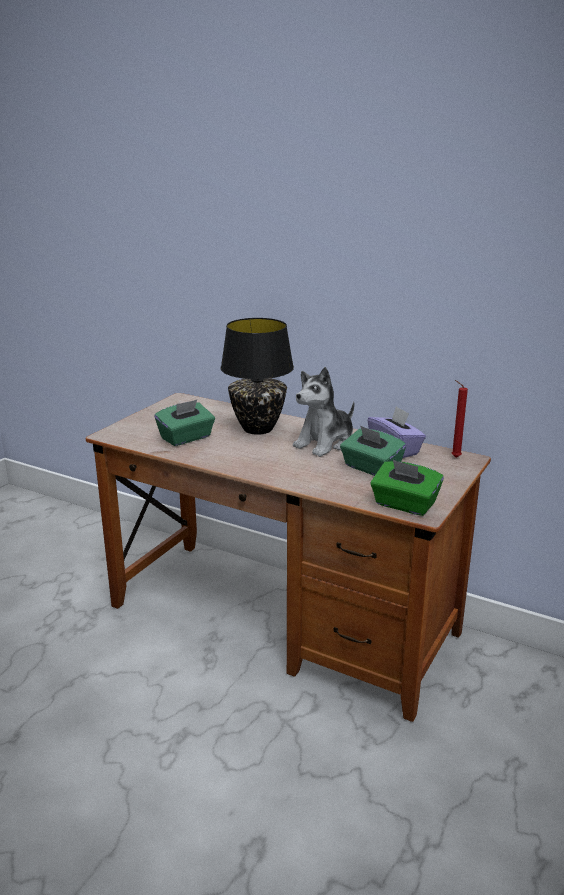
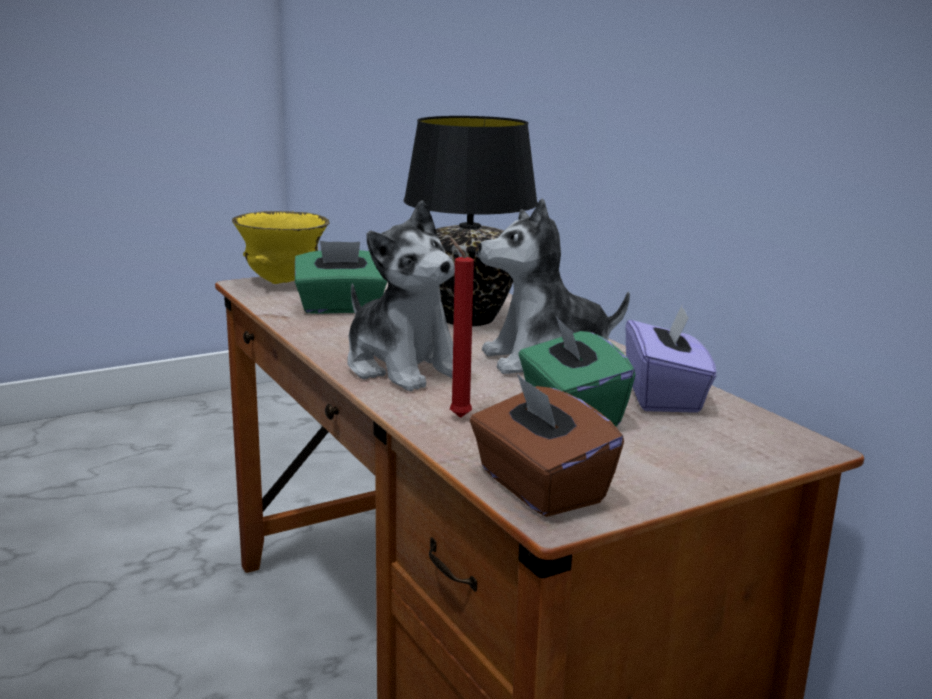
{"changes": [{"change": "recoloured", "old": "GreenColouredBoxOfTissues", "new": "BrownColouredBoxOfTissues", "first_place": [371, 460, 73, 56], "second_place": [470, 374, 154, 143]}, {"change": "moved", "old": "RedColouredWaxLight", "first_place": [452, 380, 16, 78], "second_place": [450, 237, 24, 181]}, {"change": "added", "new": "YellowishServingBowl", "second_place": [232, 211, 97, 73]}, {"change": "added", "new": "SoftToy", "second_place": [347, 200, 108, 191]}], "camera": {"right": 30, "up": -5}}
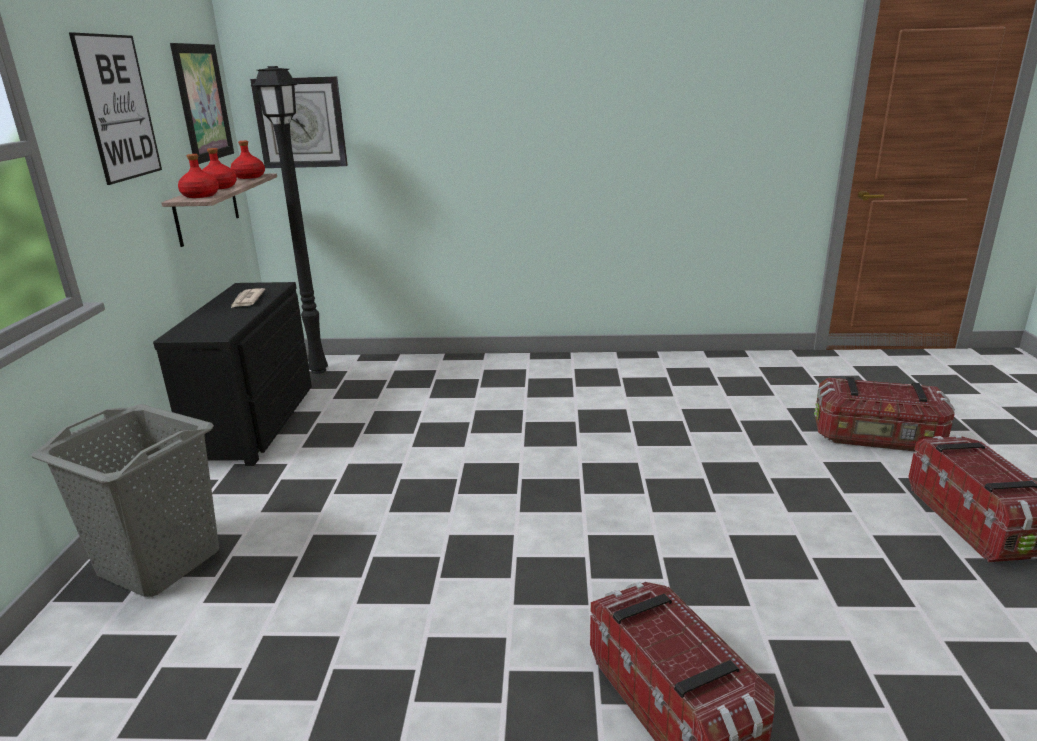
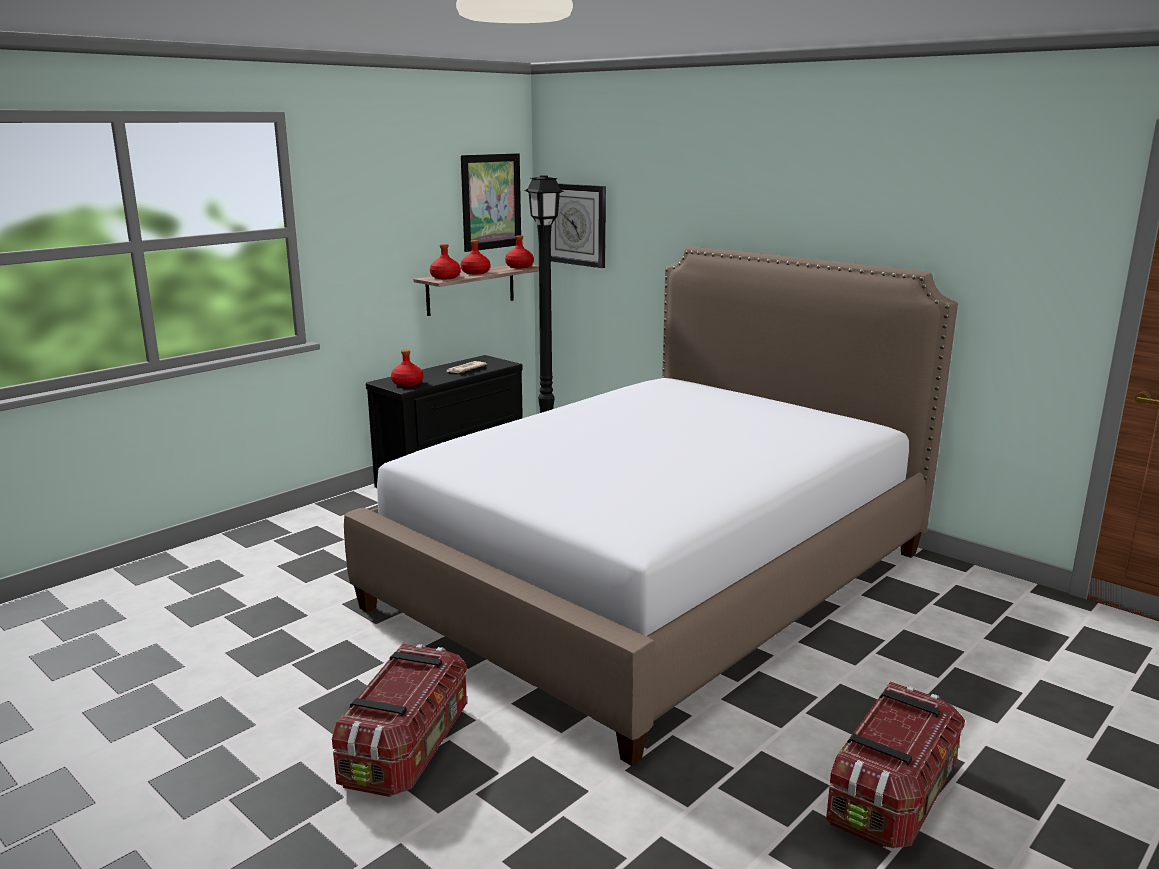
{"changes": [{"change": "removed", "old": "GrayWashingBasket", "first_place": [31, 404, 188, 193]}, {"change": "removed", "old": "WallArt", "first_place": [69, 32, 93, 153]}, {"change": "removed", "old": "StorageContainer", "first_place": [814, 377, 141, 75]}, {"change": "added", "new": "BedroomBed", "second_place": [344, 246, 614, 520]}, {"change": "added", "new": "RedColouredBeverageBottle", "second_place": [391, 350, 32, 37]}], "camera": {"right": 40, "up": -5}}
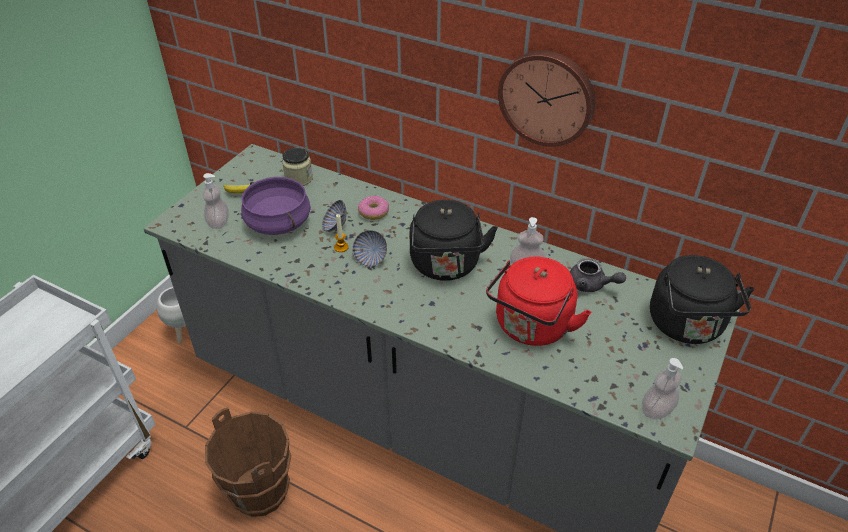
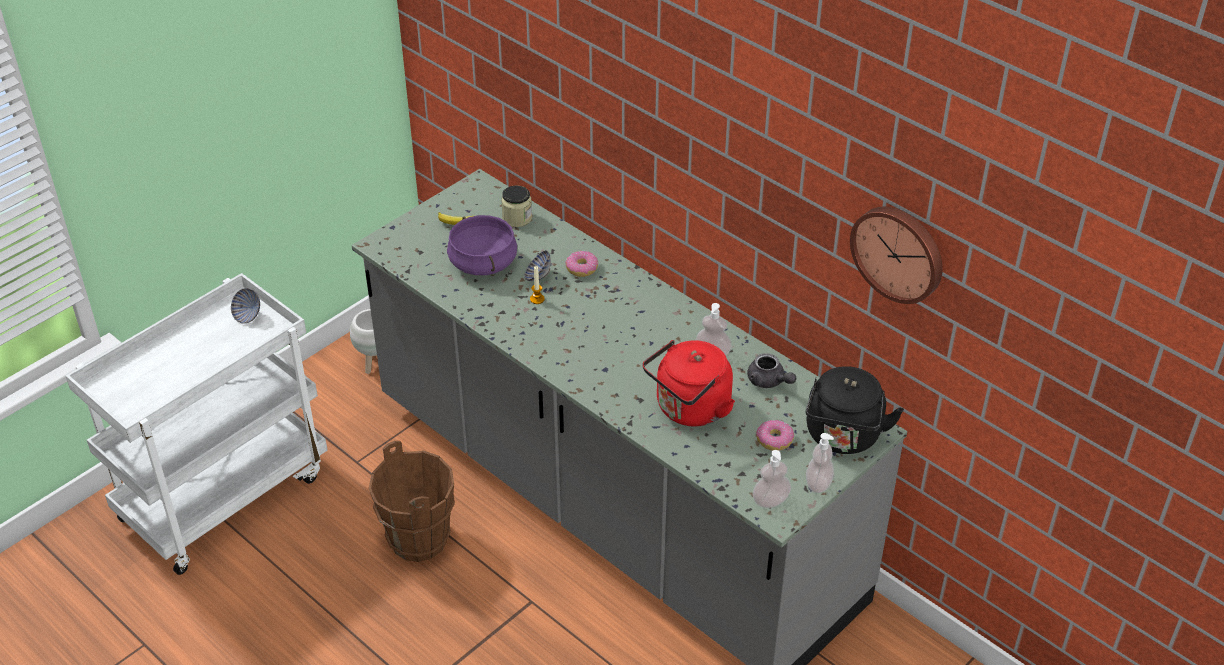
{"changes": [{"change": "moved", "old": "SoapBottle", "first_place": [203, 173, 26, 56], "second_place": [806, 433, 28, 60]}, {"change": "moved", "old": "ServingBowl", "first_place": [352, 230, 35, 37], "second_place": [231, 288, 29, 36]}, {"change": "removed", "old": "BlackTeaKettle", "first_place": [410, 200, 88, 81]}, {"change": "moved", "old": "WallClock", "first_place": [498, 50, 97, 97], "second_place": [850, 207, 93, 97]}, {"change": "added", "new": "Doughnut", "second_place": [756, 420, 38, 31]}], "camera": {"right": 15, "up": 0}}
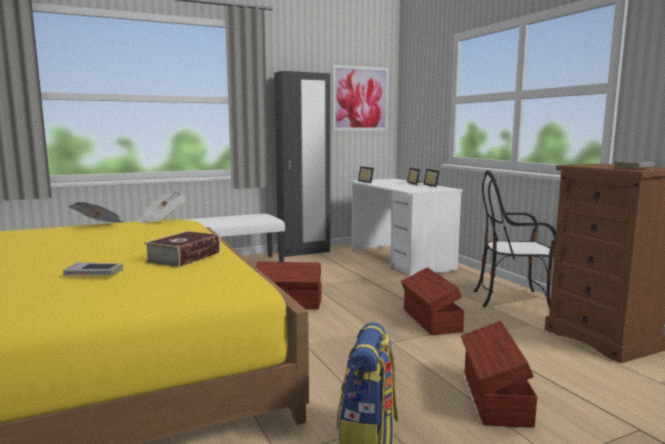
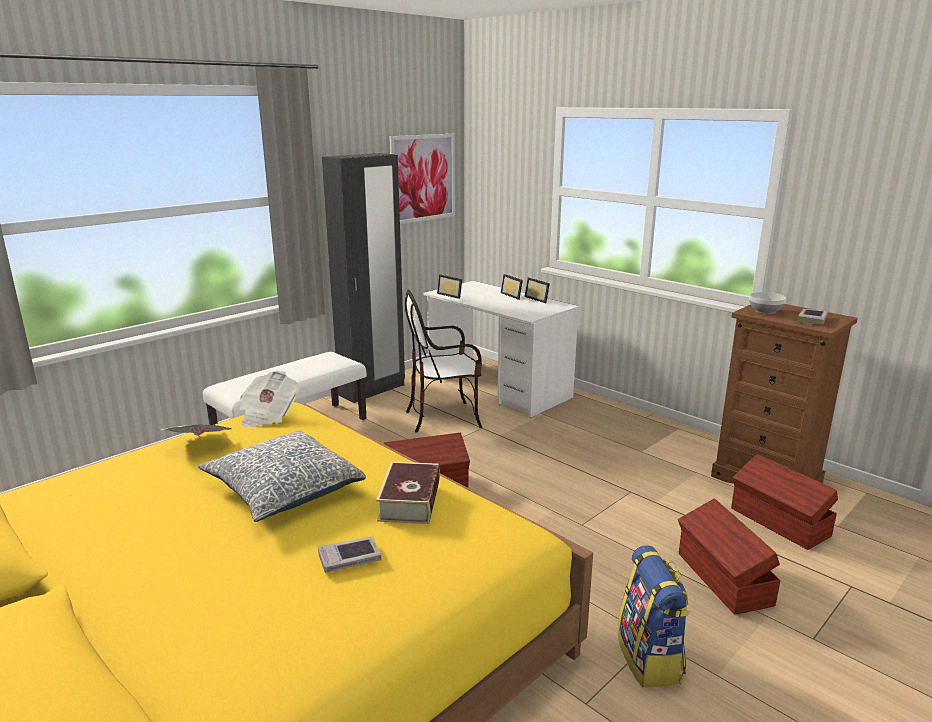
{"changes": [{"change": "moved", "old": "BrownColouredStorageContainer", "first_place": [401, 267, 63, 68], "second_place": [731, 454, 107, 96]}, {"change": "moved", "old": "PlainChair", "first_place": [474, 170, 82, 139], "second_place": [405, 290, 77, 143]}, {"change": "added", "new": "Pillow", "second_place": [198, 431, 168, 91]}, {"change": "added", "new": "ServingBowl", "second_place": [749, 292, 37, 22]}], "camera": {"right": -20, "up": 10}}
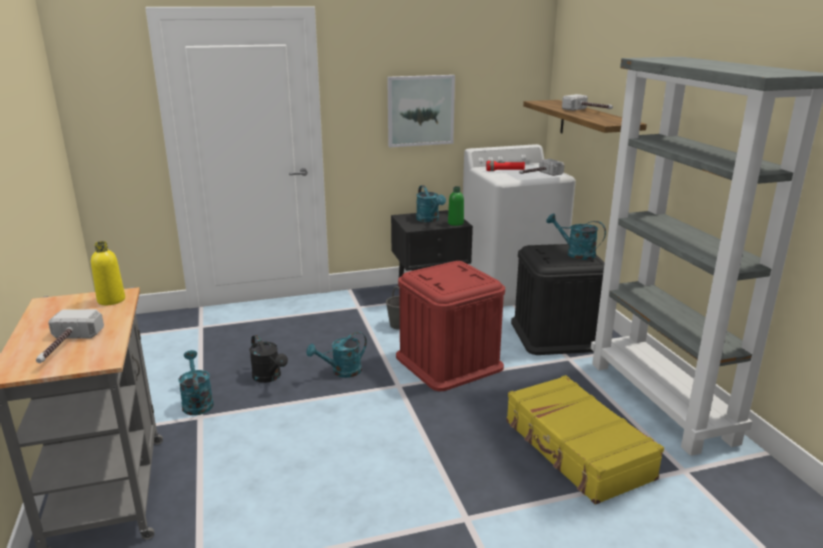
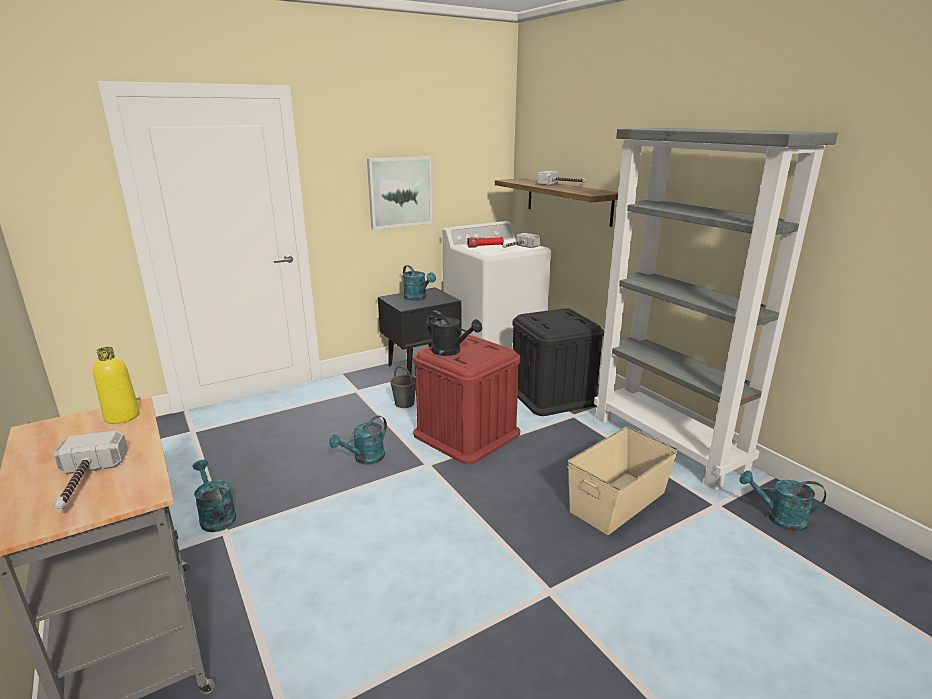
{"changes": [{"change": "moved", "old": "BlackWateringCan", "first_place": [249, 335, 39, 48], "second_place": [426, 310, 56, 46]}, {"change": "removed", "old": "GreenColouredBeverageBottle", "first_place": [448, 186, 16, 40]}, {"change": "replaced", "old": "YellowishSuitcase", "new": "BeigeStorageContainer", "first_place": [506, 375, 158, 130], "second_place": [568, 427, 110, 108]}, {"change": "moved", "old": "TurquoiseColouredWateringCan", "first_place": [546, 214, 60, 46], "second_place": [739, 471, 87, 60]}], "camera": {"right": -15, "up": 0}}
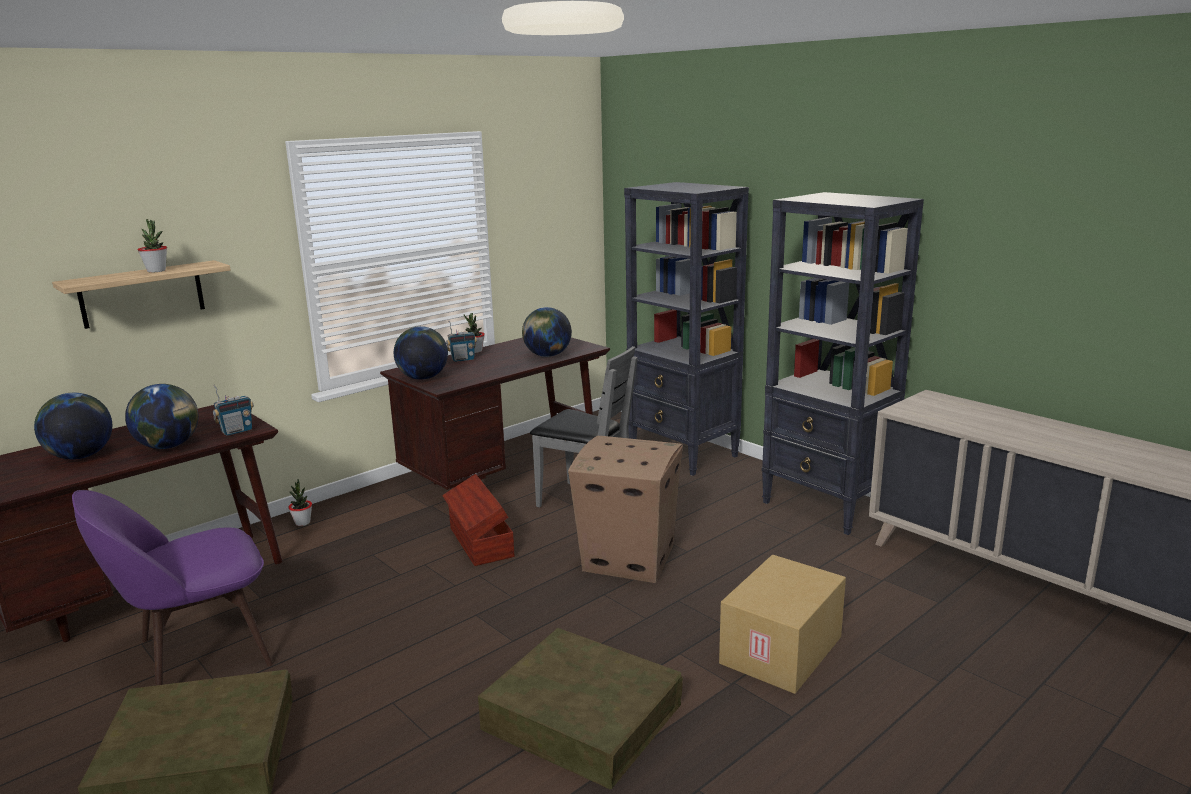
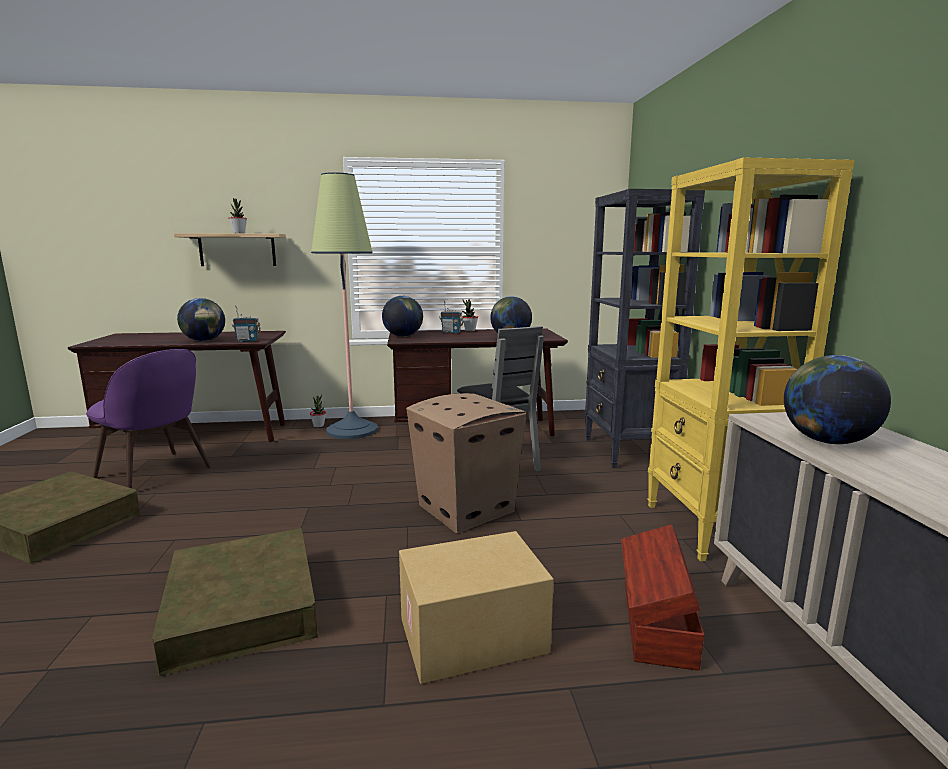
{"changes": [{"change": "moved", "old": "Globe", "first_place": [34, 393, 78, 66], "second_place": [784, 355, 107, 89]}, {"change": "turned", "old": "PurpleColouredPlainChair", "first_place": [72, 490, 201, 196], "second_place": [86, 349, 125, 139], "degrees": -150}, {"change": "moved", "old": "BrownColouredStorageContainer", "first_place": [442, 474, 72, 92], "second_place": [621, 524, 83, 147]}, {"change": "recoloured", "old": "BlackBookshelf", "new": "YellowishBookshelf", "first_place": [762, 192, 162, 343], "second_place": [647, 158, 207, 403]}, {"change": "added", "new": "FloorLamp", "second_place": [311, 172, 67, 267]}], "camera": {"right": 35, "up": -5}}
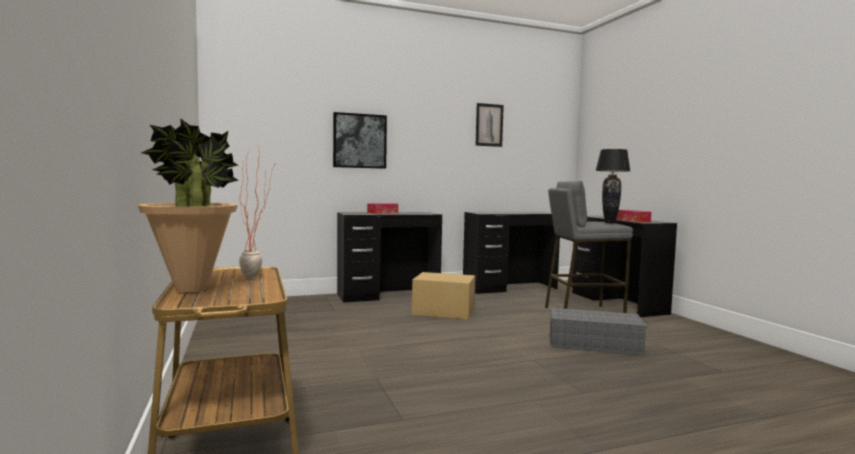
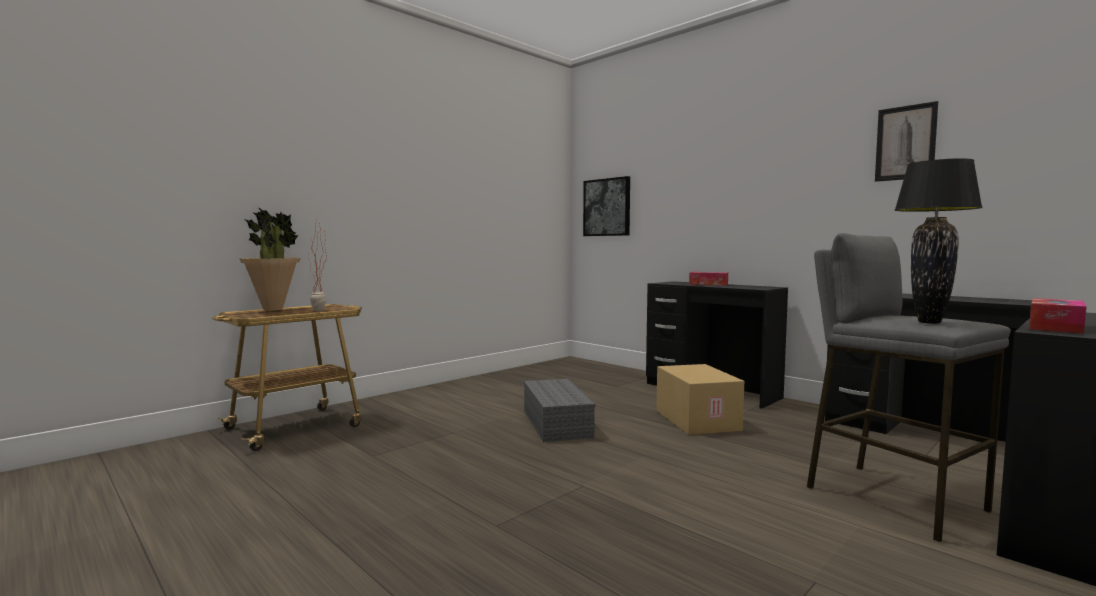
{"changes": [{"change": "moved", "old": "WallArt", "first_place": [333, 112, 54, 57], "second_place": [583, 176, 47, 60]}, {"change": "moved", "old": "GrayStorageContainer", "first_place": [550, 308, 97, 48], "second_place": [524, 379, 72, 63]}], "camera": {"right": 65, "up": 0}}
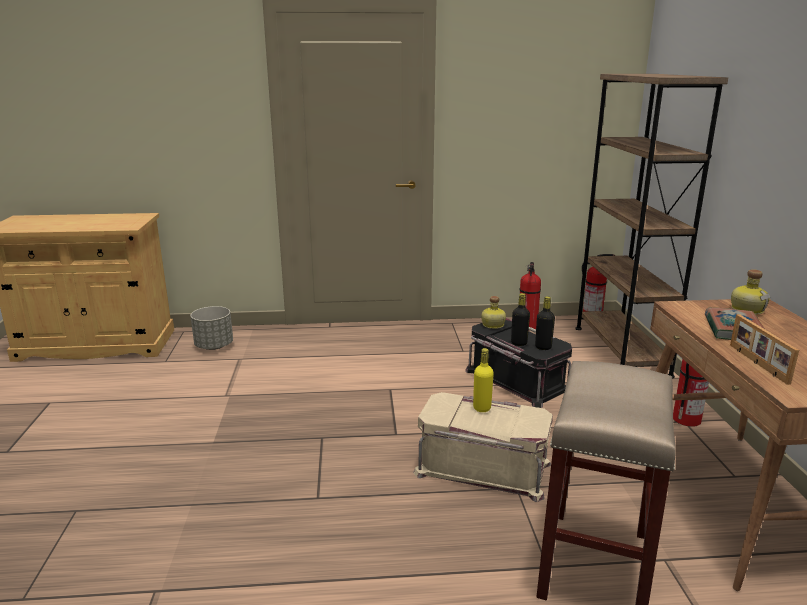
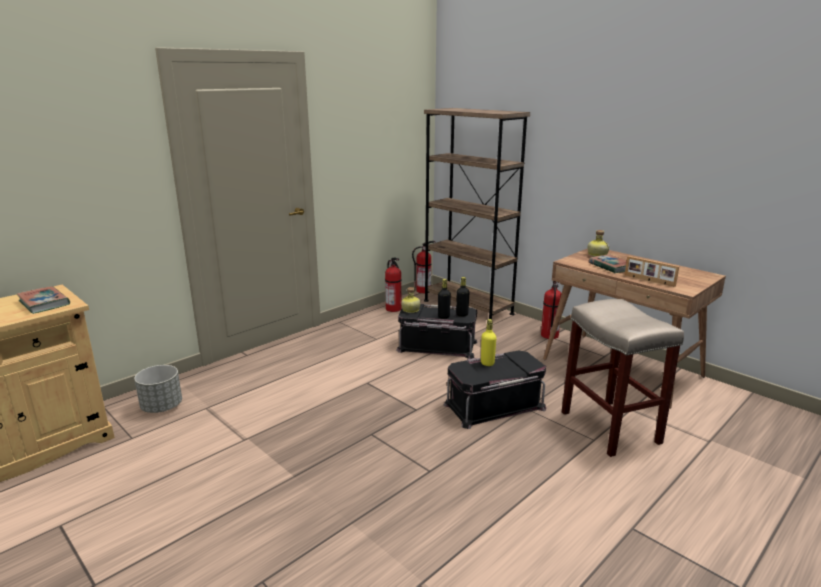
{"changes": [{"change": "recoloured", "old": "BeigeStorageContainer", "new": "BlackStorageContainer", "first_place": [413, 392, 140, 110], "second_place": [443, 350, 103, 79]}, {"change": "added", "new": "Volume", "second_place": [16, 286, 54, 28]}], "camera": {"right": -40, "up": 0}}
